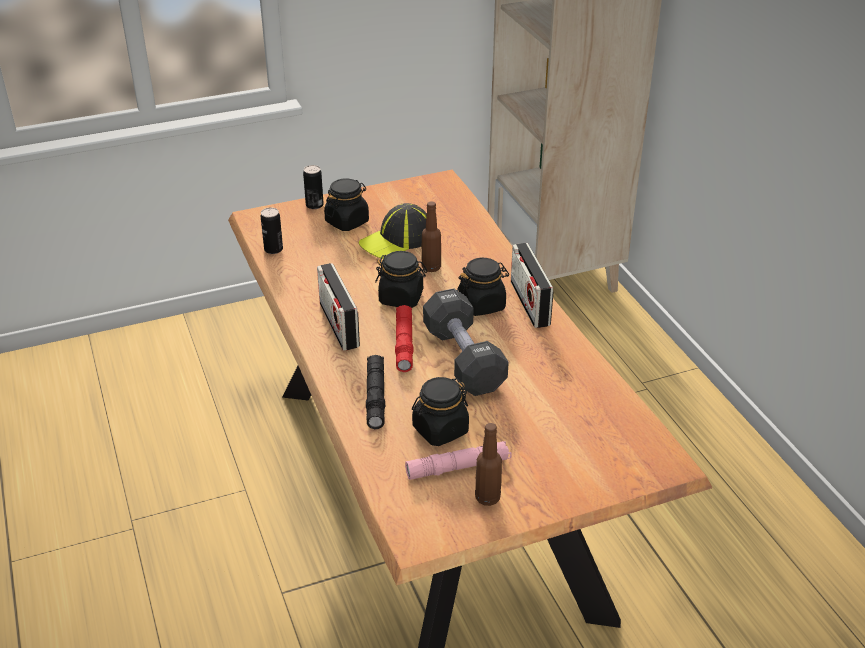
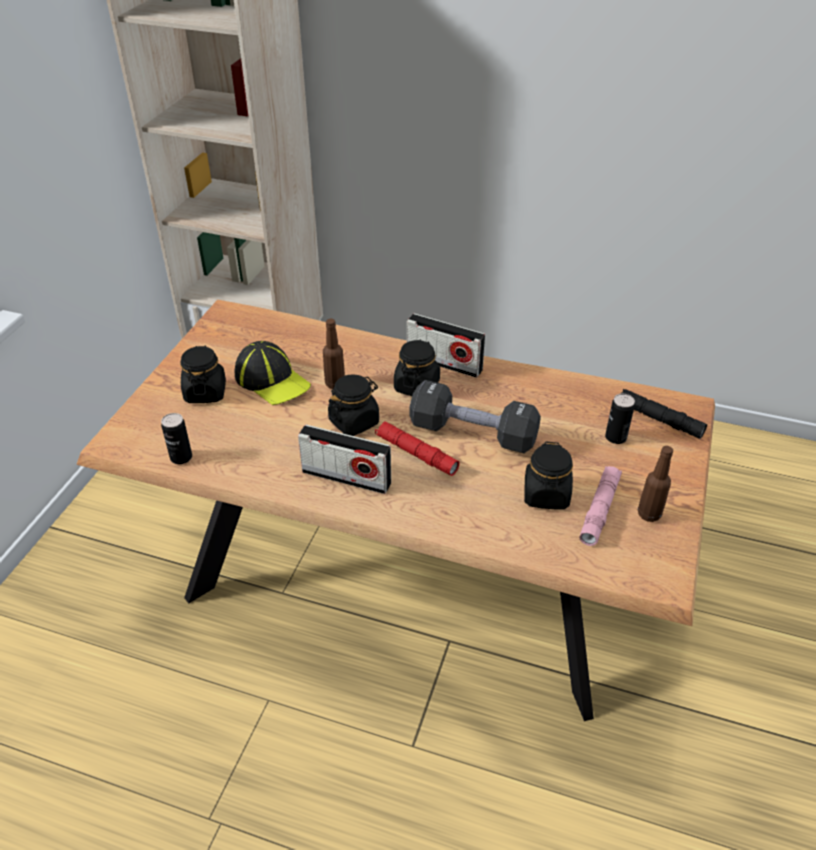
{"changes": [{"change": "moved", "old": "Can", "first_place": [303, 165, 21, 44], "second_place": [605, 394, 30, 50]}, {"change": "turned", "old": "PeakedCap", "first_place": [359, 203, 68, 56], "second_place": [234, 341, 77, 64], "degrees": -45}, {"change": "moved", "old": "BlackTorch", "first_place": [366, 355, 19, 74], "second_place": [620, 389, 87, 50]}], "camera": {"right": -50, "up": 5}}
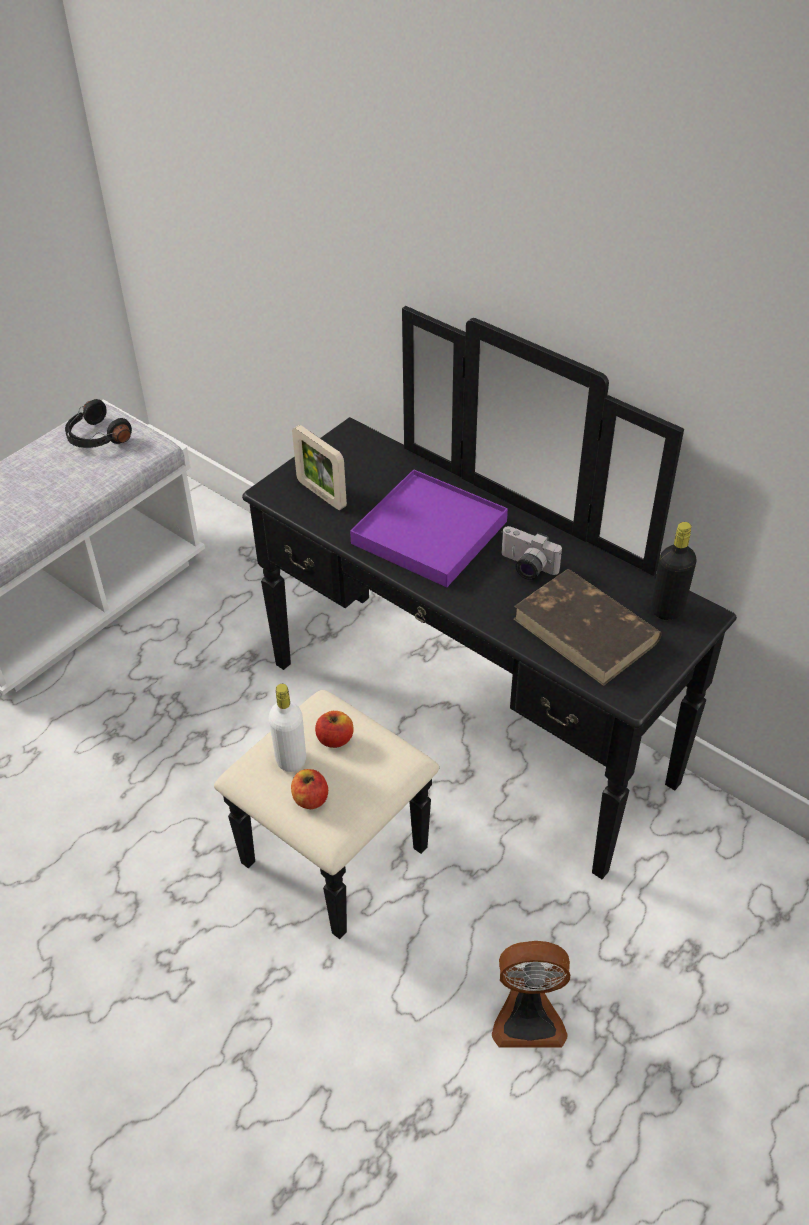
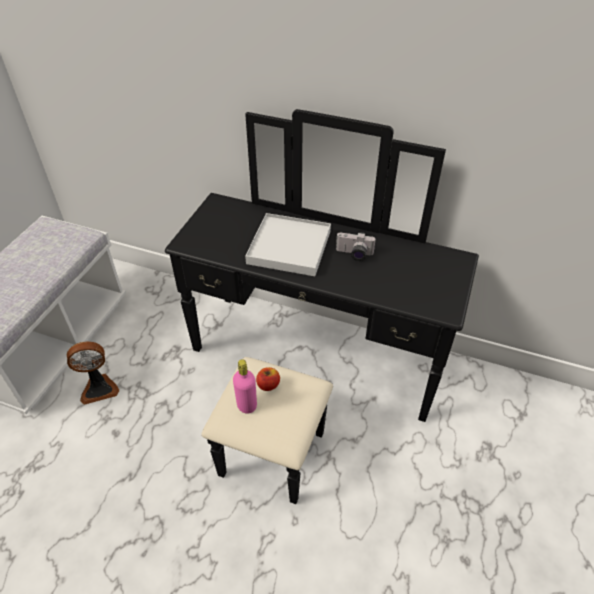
{"changes": [{"change": "removed", "old": "BlackHeadset", "first_place": [65, 399, 67, 49]}, {"change": "recoloured", "old": "WhiteBeverageBottle", "new": "PinkBeverageBottle", "first_place": [269, 684, 37, 88], "second_place": [233, 359, 24, 54]}, {"change": "removed", "old": "AppleFruit", "first_place": [291, 769, 37, 40]}, {"change": "removed", "old": "PictureFrame", "first_place": [292, 425, 55, 85]}, {"change": "recoloured", "old": "PurpleColouredTray", "new": "WhiteTray", "first_place": [350, 469, 158, 118], "second_place": [245, 213, 86, 63]}, {"change": "moved", "old": "CoolingFan", "first_place": [492, 941, 78, 107], "second_place": [67, 341, 52, 64]}, {"change": "removed", "old": "BrownColouredVolume", "first_place": [514, 569, 148, 117]}, {"change": "removed", "old": "BlackBeverageBottle", "first_place": [651, 522, 46, 98]}], "camera": {"right": -20, "up": 0}}
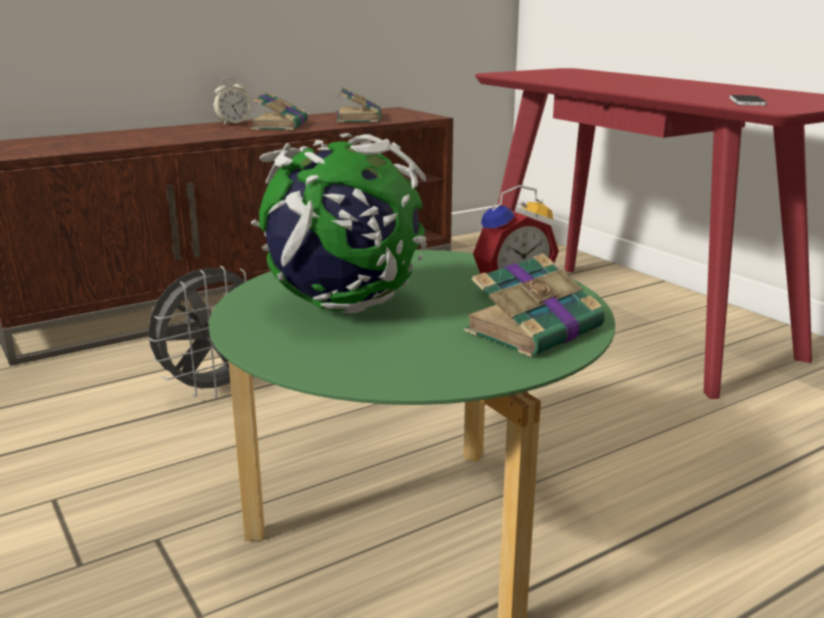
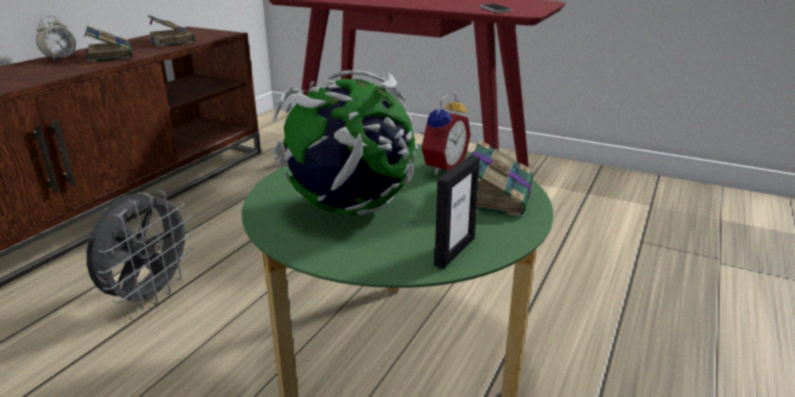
{"changes": [{"change": "added", "new": "PictureFrame", "second_place": [434, 155, 46, 114]}], "camera": {"right": -30, "up": 5}}
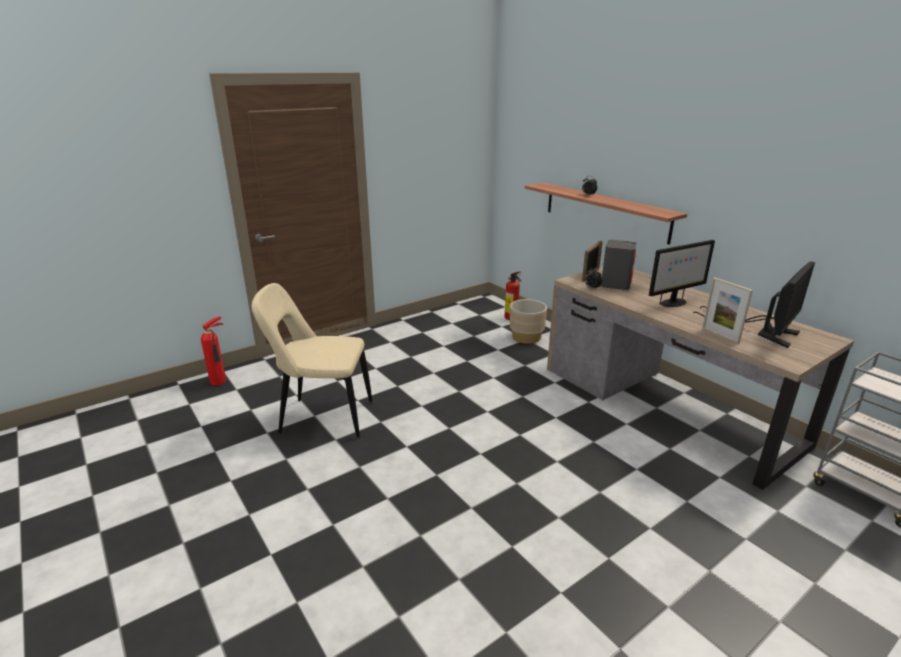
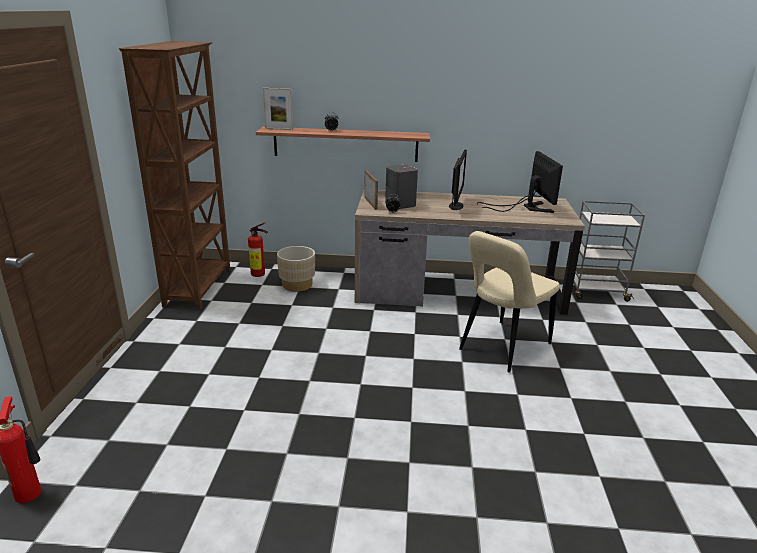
{"changes": [{"change": "moved", "old": "BeigePlainChair", "first_place": [251, 283, 121, 155], "second_place": [459, 231, 101, 142]}, {"change": "moved", "old": "PictureFrame", "first_place": [702, 277, 51, 67], "second_place": [263, 88, 30, 42]}, {"change": "added", "new": "BrownColouredBookshelf", "second_place": [119, 41, 111, 268]}], "camera": {"right": -50, "up": 0}}
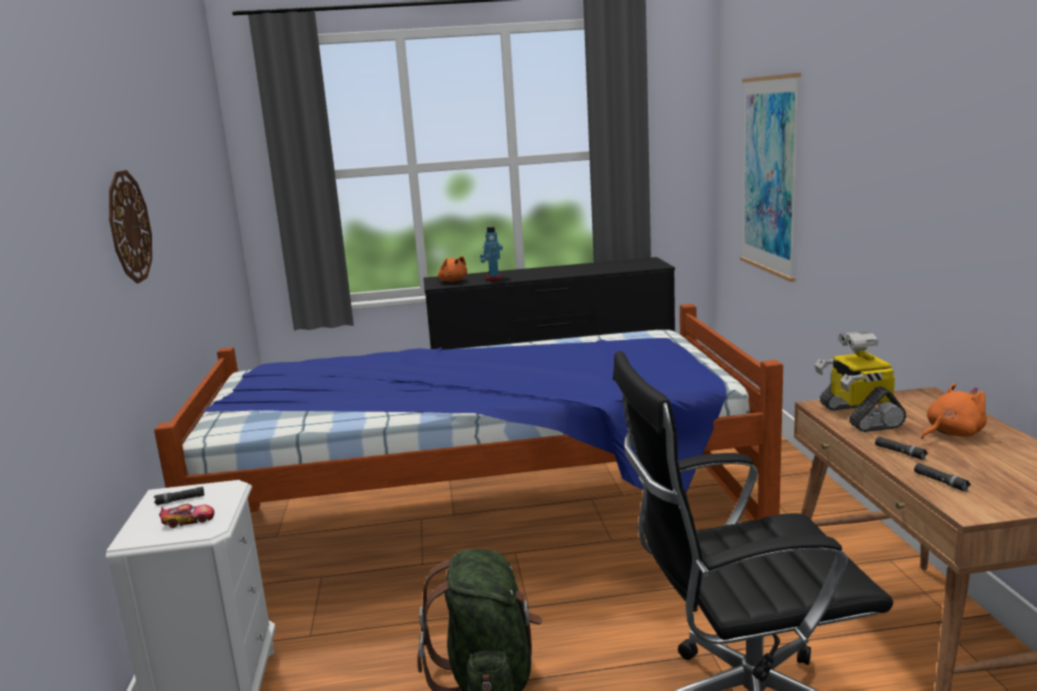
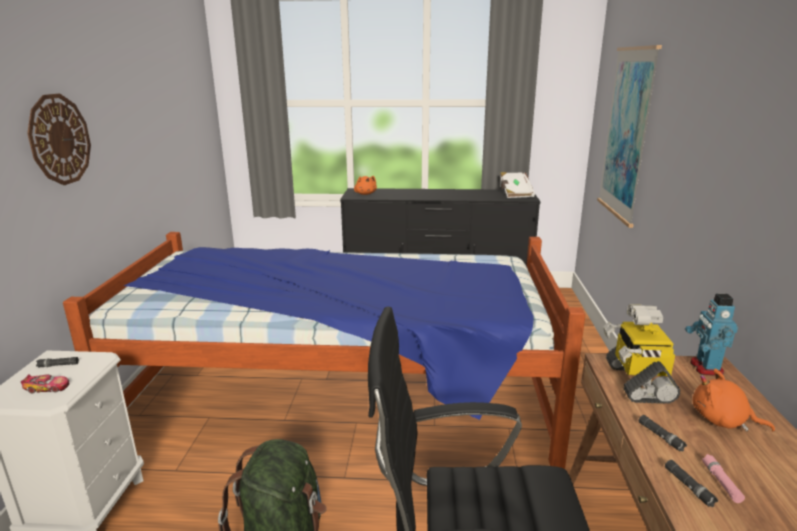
{"changes": [{"change": "moved", "old": "ToyRobot", "first_place": [480, 227, 23, 54], "second_place": [685, 293, 53, 83]}, {"change": "turned", "old": "OrangeySoftToy", "first_place": [921, 383, 66, 56], "second_place": [693, 369, 82, 63], "degrees": -135}, {"change": "added", "new": "WhiteVolume", "second_place": [500, 172, 35, 26]}, {"change": "added", "new": "PinkTorch", "second_place": [702, 454, 43, 49]}], "camera": {"right": 10, "up": 5}}
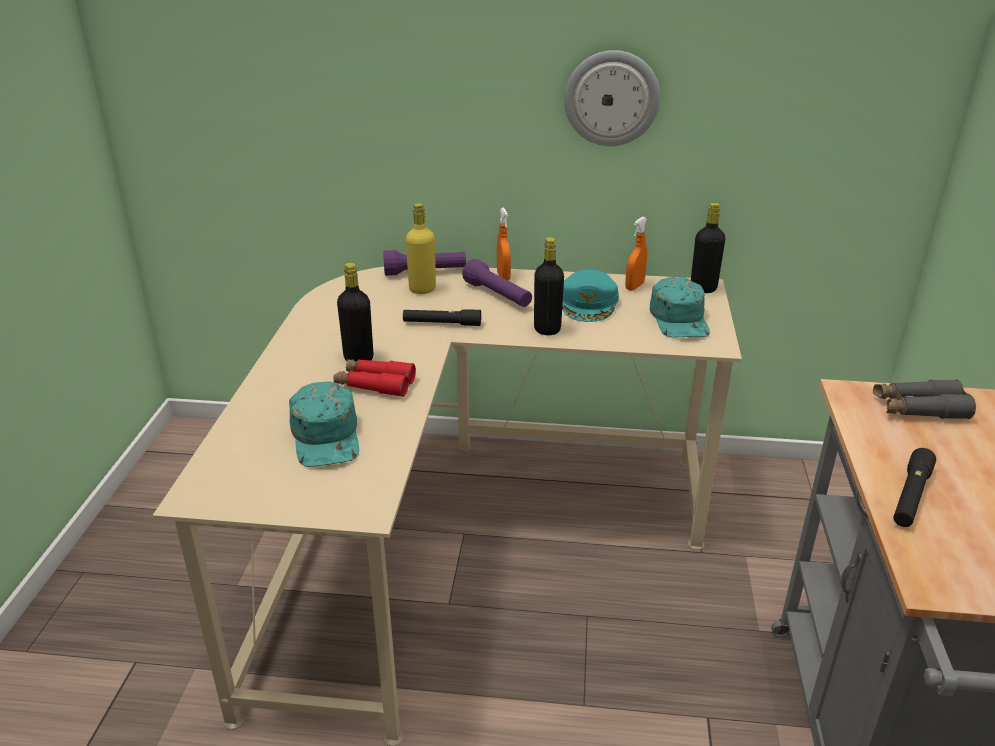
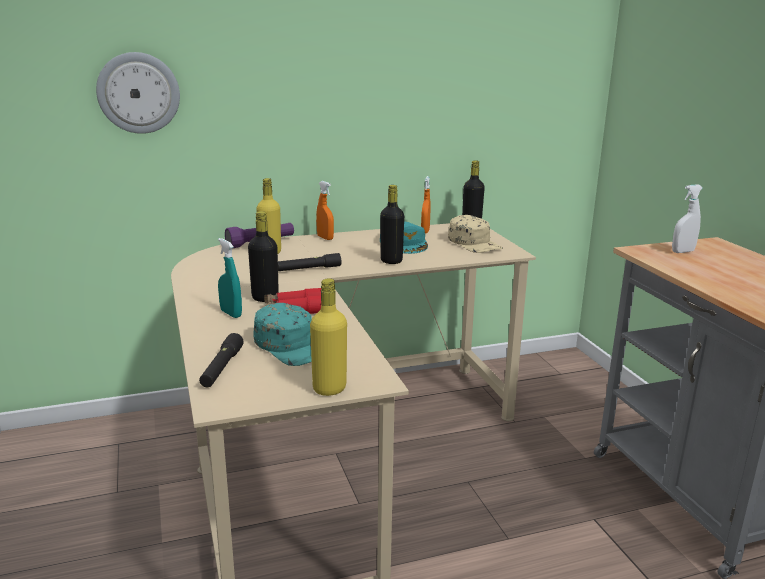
{"changes": [{"change": "removed", "old": "PurpleColouredTorch", "first_place": [462, 259, 70, 48]}, {"change": "moved", "old": "WallClock", "first_place": [564, 50, 96, 96], "second_place": [96, 52, 84, 82]}, {"change": "recoloured", "old": "TurquoiseColouredPeakedCap", "new": "BeigePeakedCap", "first_place": [650, 277, 60, 61], "second_place": [448, 215, 55, 38]}, {"change": "replaced", "old": "GrayBinoculars", "new": "WhiteSprayBottle", "first_place": [873, 379, 103, 40], "second_place": [672, 184, 30, 69]}, {"change": "moved", "old": "BlackTorch", "first_place": [893, 448, 43, 79], "second_place": [199, 333, 45, 54]}, {"change": "added", "new": "TurquoiseColouredSprayBottle", "second_place": [218, 238, 24, 80]}, {"change": "added", "new": "YellowishBeverageBottle", "second_place": [310, 278, 37, 118]}], "camera": {"right": -25, "up": -10}}
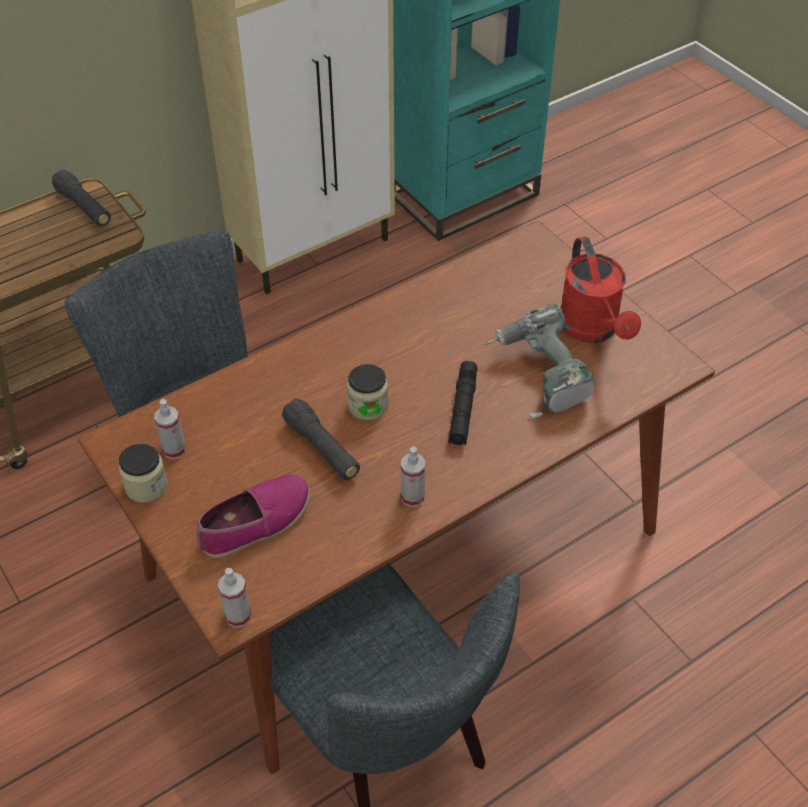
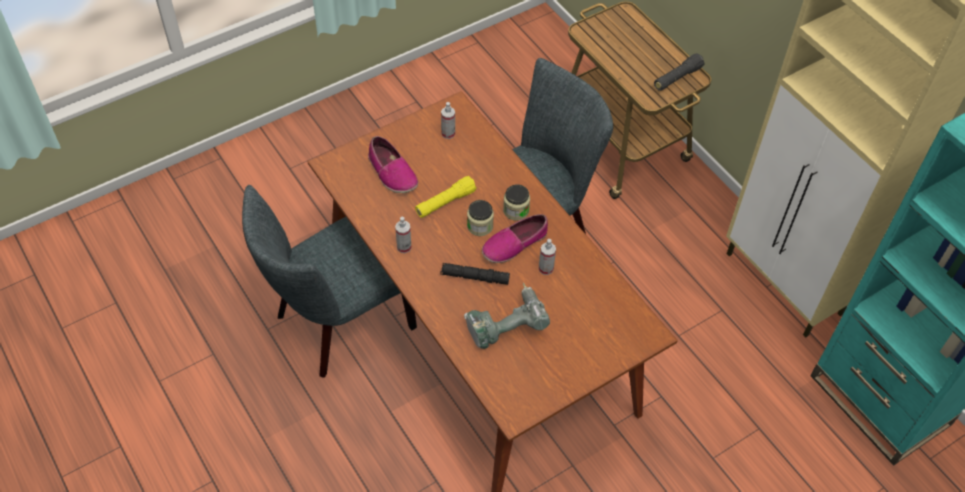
{"changes": [{"change": "moved", "old": "Jar", "first_place": [119, 443, 49, 59], "second_place": [503, 184, 27, 37]}, {"change": "moved", "old": "SprayBottle", "first_place": [218, 568, 33, 60], "second_place": [539, 239, 17, 36]}, {"change": "recoloured", "old": "BlackTorch", "new": "YellowishTorch", "first_place": [282, 398, 78, 82], "second_place": [415, 176, 62, 42]}, {"change": "removed", "old": "RedColouredWateringCan", "first_place": [560, 237, 81, 106]}, {"change": "added", "new": "Shoe", "second_place": [482, 214, 66, 49]}], "camera": {"right": 90, "up": 5}}
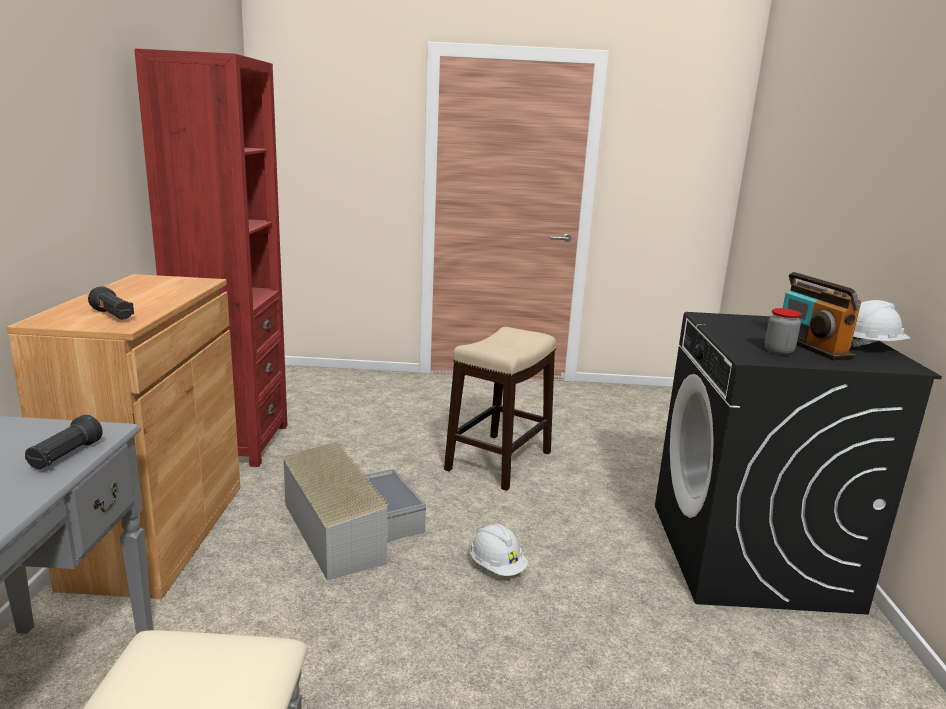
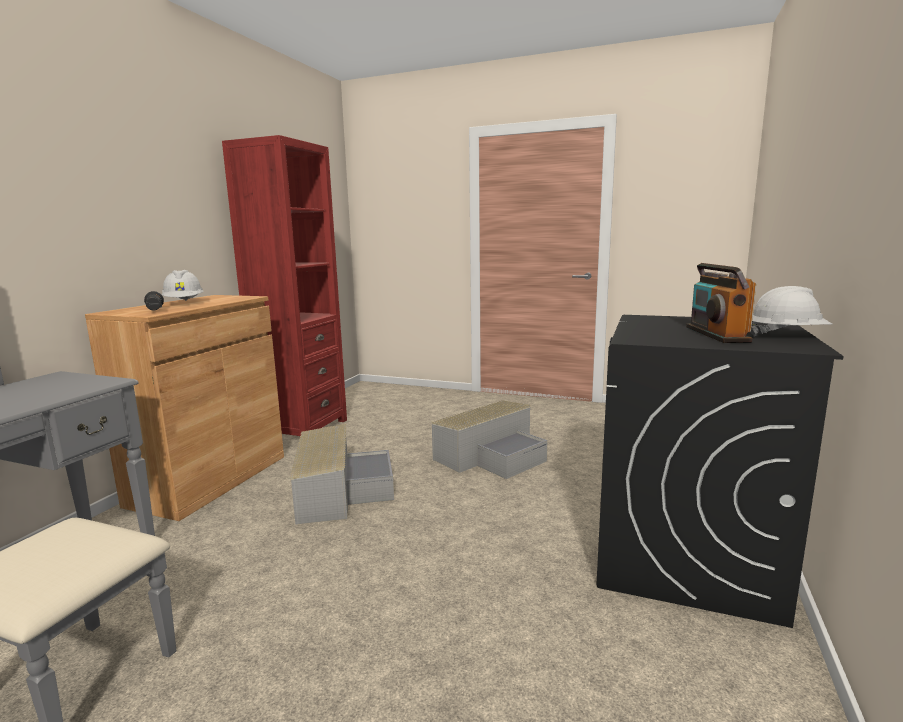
{"changes": [{"change": "removed", "old": "BlackTorch", "first_place": [25, 415, 77, 54]}, {"change": "replaced", "old": "SittingStool", "new": "GrayStorageContainer", "first_place": [444, 327, 112, 164], "second_place": [431, 400, 117, 79]}, {"change": "moved", "old": "WhiteHardHat", "first_place": [469, 523, 59, 53], "second_place": [162, 270, 42, 31]}, {"change": "removed", "old": "Jar", "first_place": [765, 308, 37, 47]}], "camera": {"right": 20, "up": -5}}
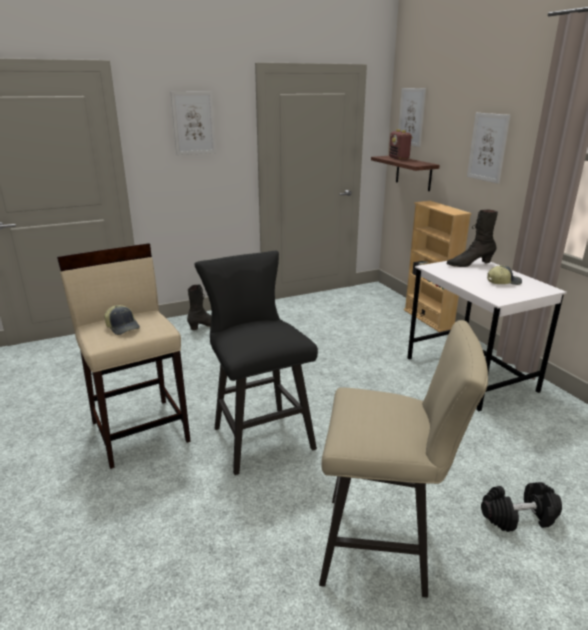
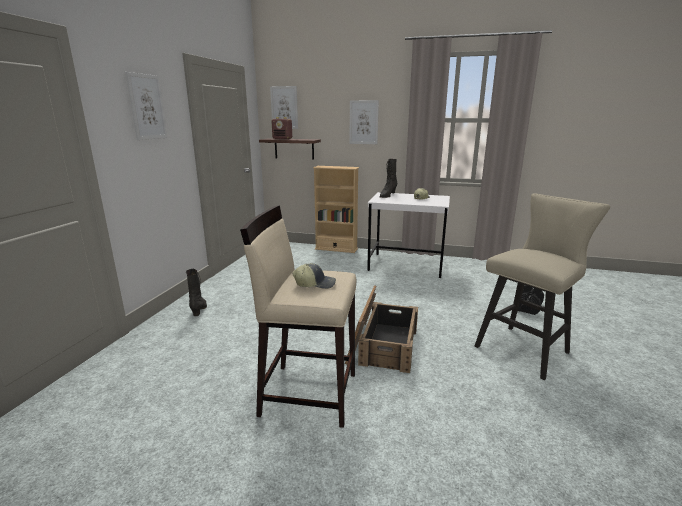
{"changes": [{"change": "replaced", "old": "BlackSittingStool", "new": "ShippingCrate", "first_place": [194, 251, 124, 224], "second_place": [345, 285, 73, 88]}], "camera": {"right": -50, "up": -5}}
